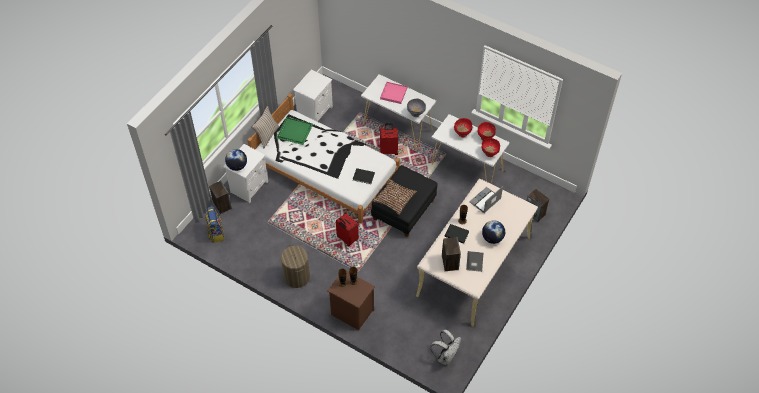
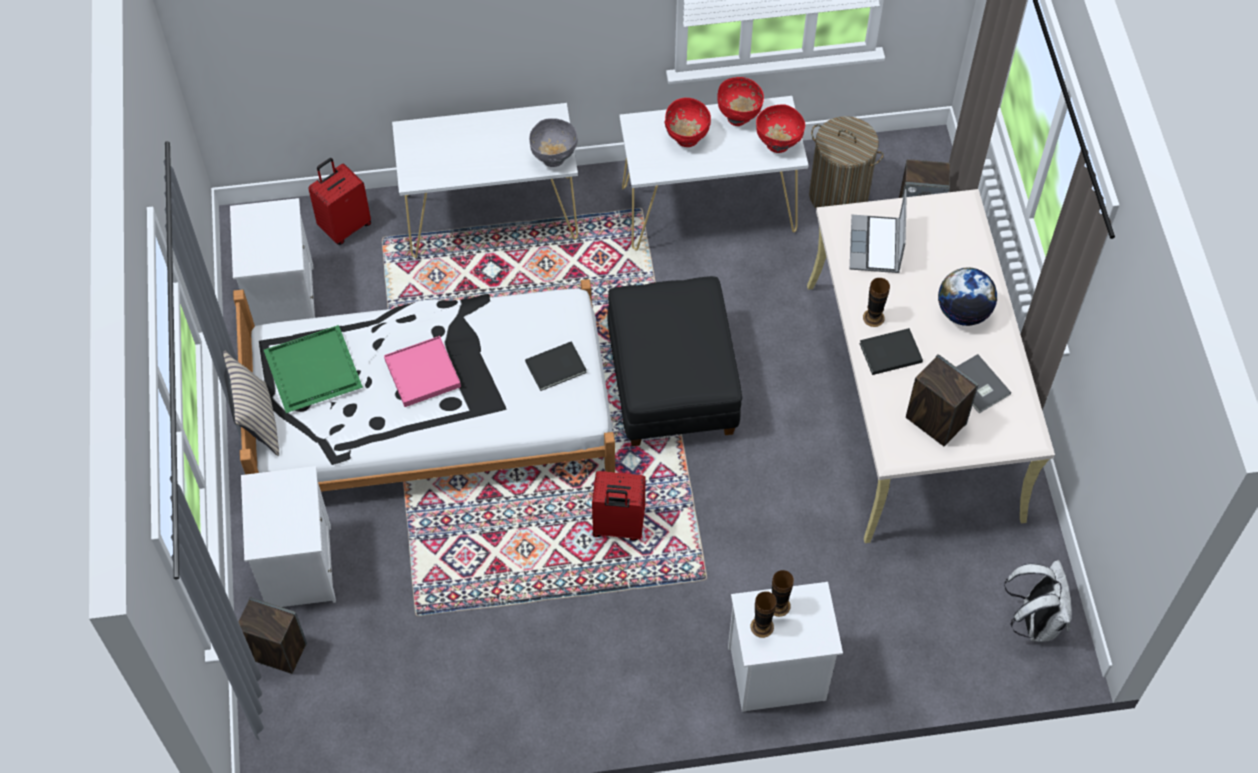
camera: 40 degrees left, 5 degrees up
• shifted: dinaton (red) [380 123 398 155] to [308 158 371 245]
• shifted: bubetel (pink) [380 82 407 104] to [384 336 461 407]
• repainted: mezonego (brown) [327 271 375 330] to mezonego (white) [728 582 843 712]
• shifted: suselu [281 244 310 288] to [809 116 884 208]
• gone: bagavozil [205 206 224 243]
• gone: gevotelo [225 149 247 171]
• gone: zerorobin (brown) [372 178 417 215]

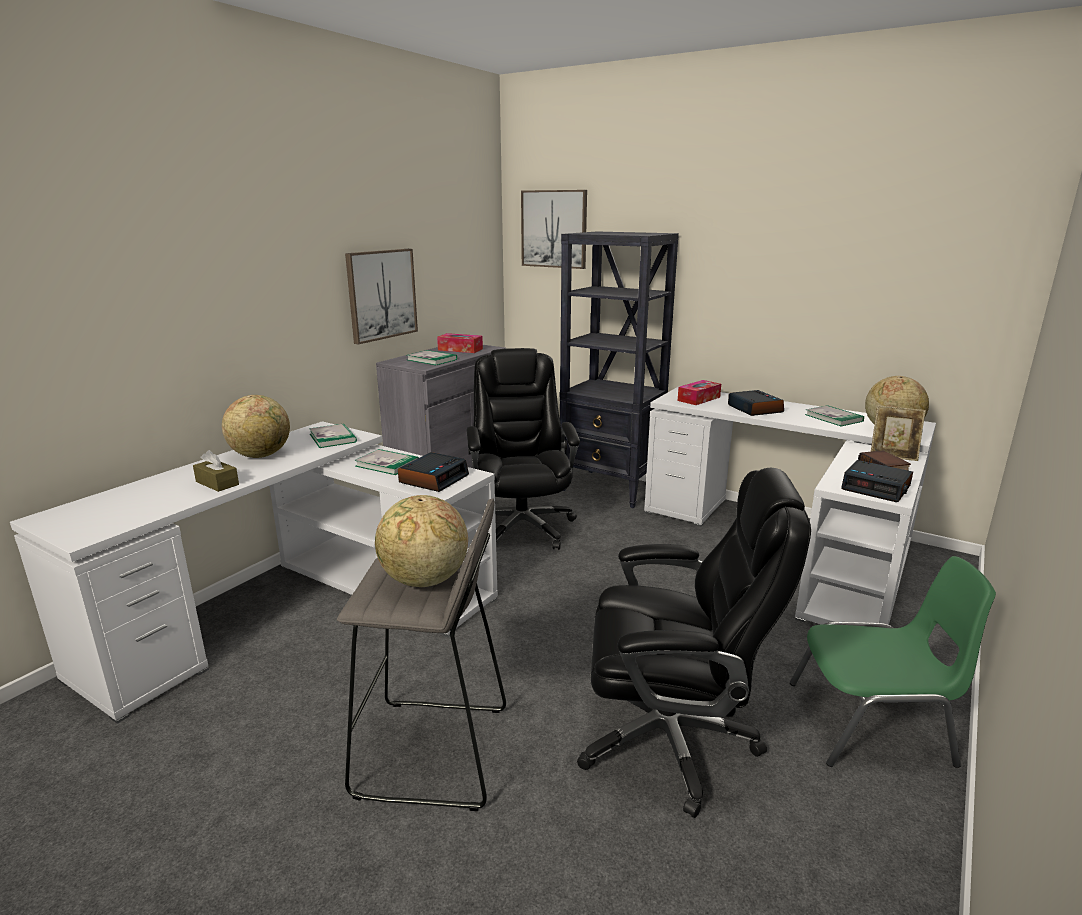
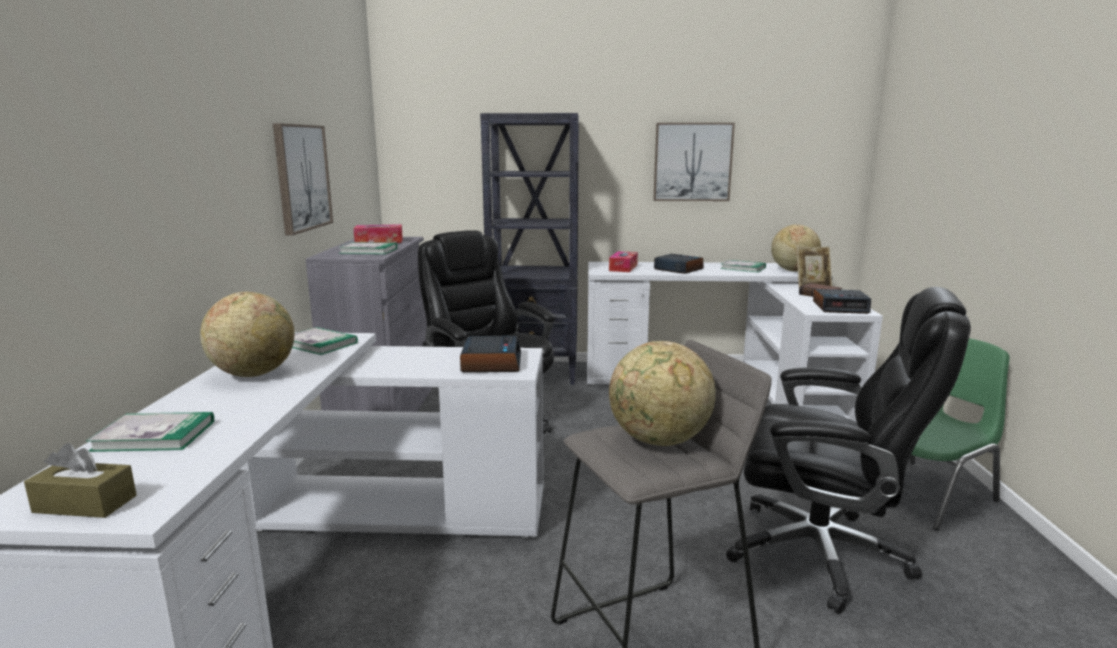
camera: 30 degrees left, 5 degrees down
• shifted: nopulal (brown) [193 450 239 492] to [24 443 137 518]
• shifted: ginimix [354 449 419 475] to [86 412 214 452]
• shifted: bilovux [521 190 587 269] to [653 123 735 201]
• rotated: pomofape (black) [577 468 811 818] = [726 287 971 614] 45 degrees clockwise

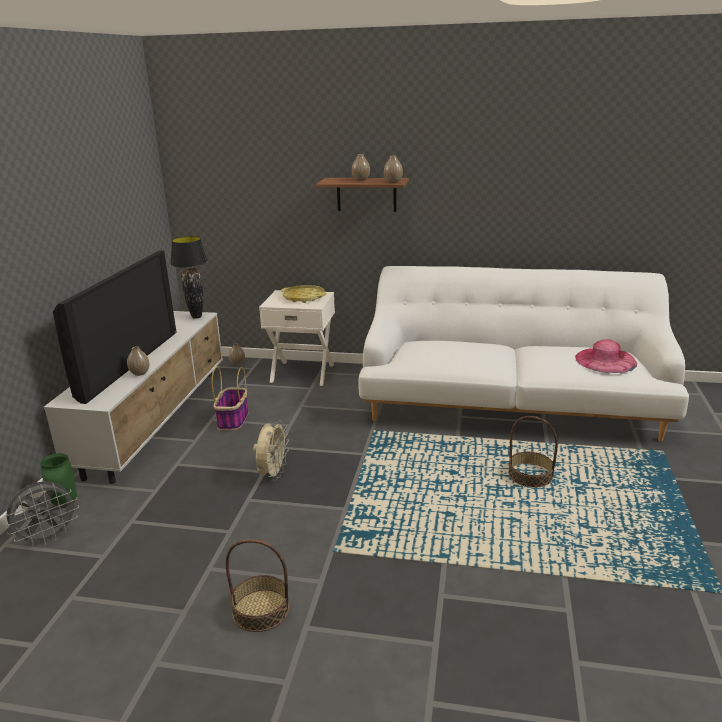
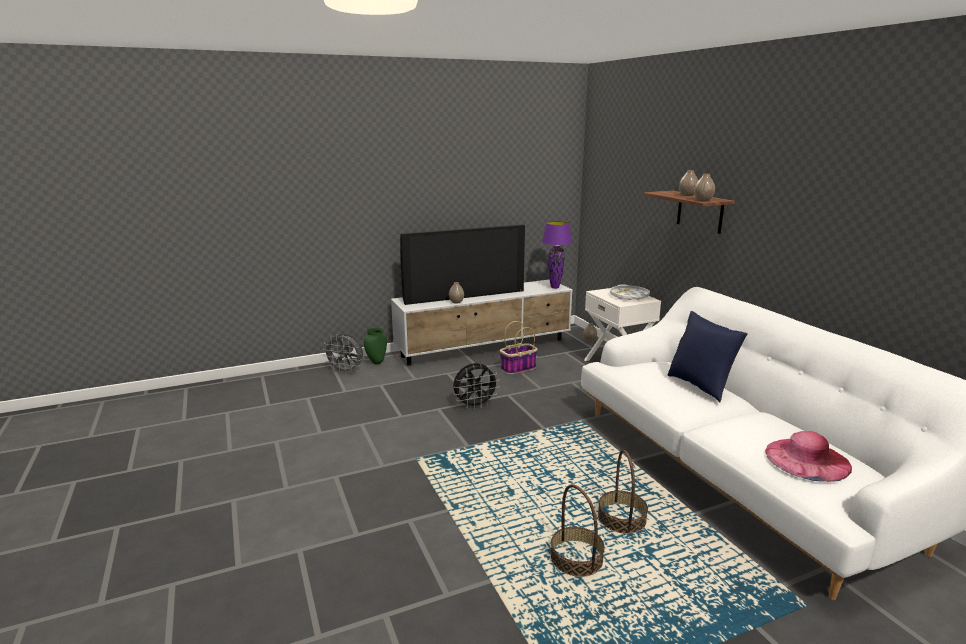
camera: 55 degrees right, 5 degrees down
• repainted: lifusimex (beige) [253 421 289 481] to lifusimex (black) [453 363 499 409]
• repainted: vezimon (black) [170 236 208 319] to vezimon (purple) [542 221 572 289]
• shifted: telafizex [226 539 289 632] to [551 484 605 577]
• repainted: bubetel (yellow) [281 285 327 303] to bubetel (white) [610 284 650 300]
• new: zerorobin (blue) [668 311 748 402]

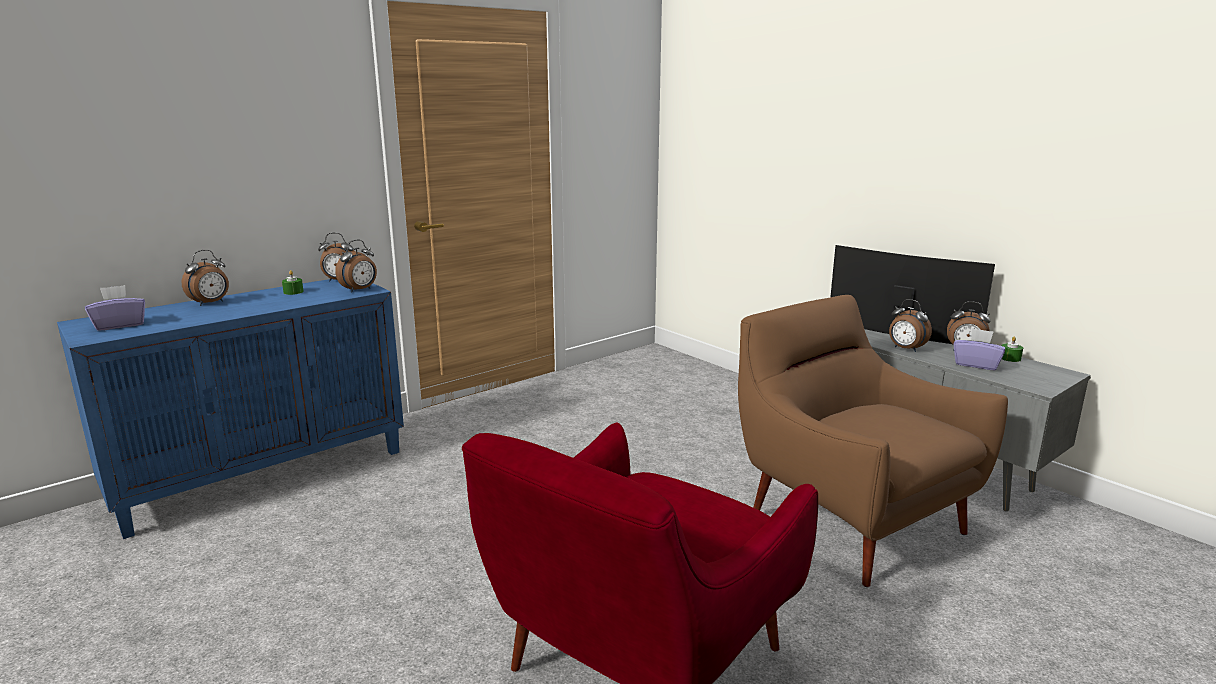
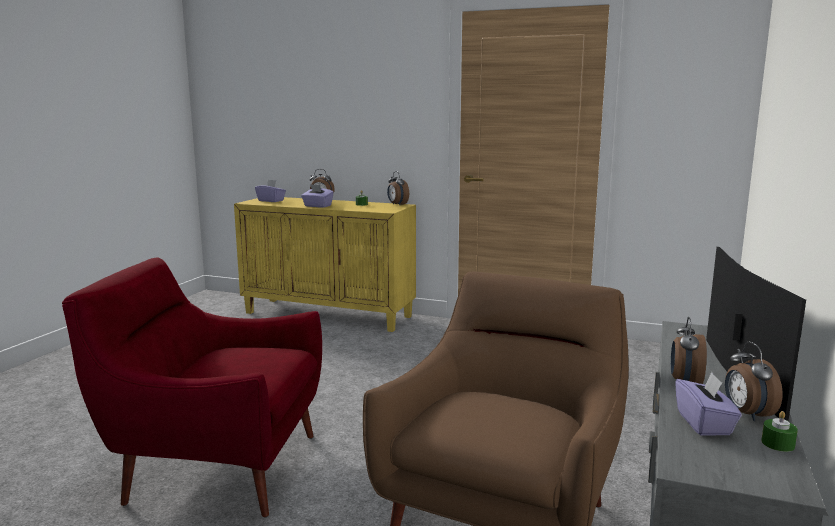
camera: 60 degrees right, 5 degrees down
• repainted: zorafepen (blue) [57 279 404 539] to zorafepen (yellow) [234 197 416 332]
• new: nopulal (purple) [301 184 334 208]
• gone: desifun [335 240 377 292]

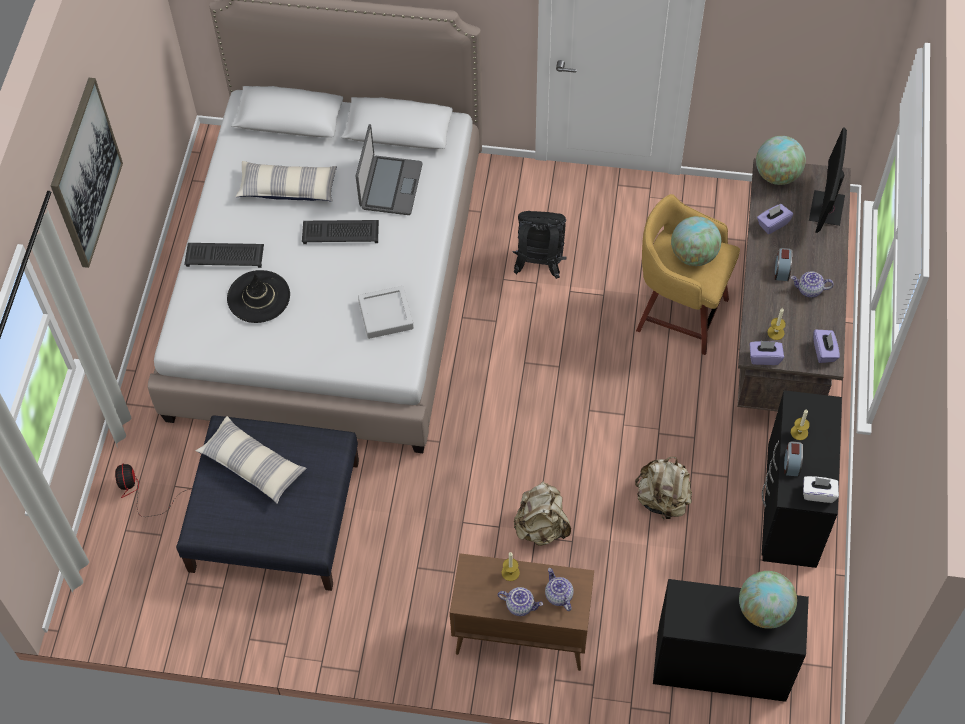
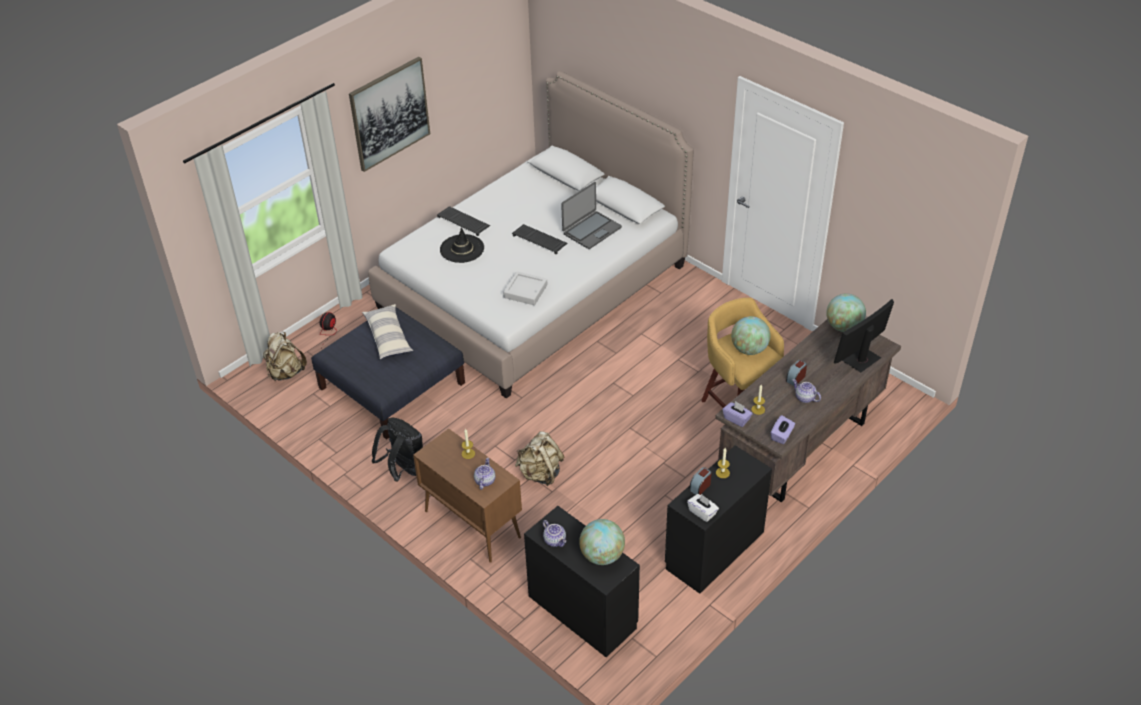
camera: 35 degrees right, 15 degrees down
• shifted: bagavozil (beige) [635 457 692 519] to [263 332 307 381]
• shifted: bagavozil (black) [512 211 566 279] to [372 417 423 481]
• shifted: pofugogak [498 587 543 616] to [543 520 566 547]
• gone: zerorobin [235 161 337 202]
• gone: nopulal (purple) [757 204 793 234]

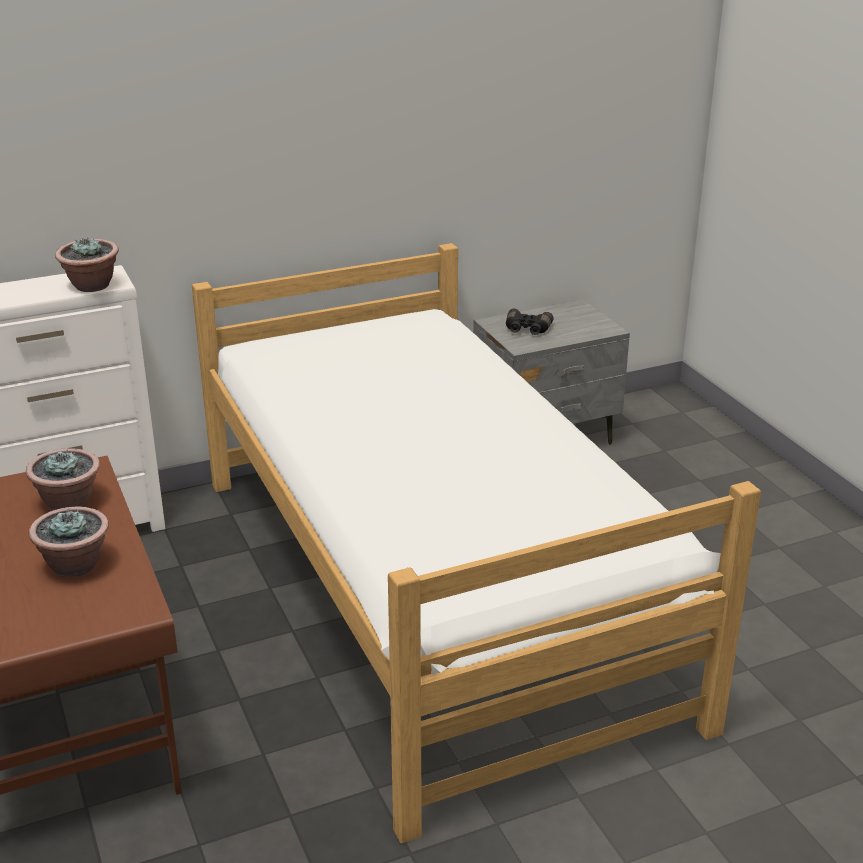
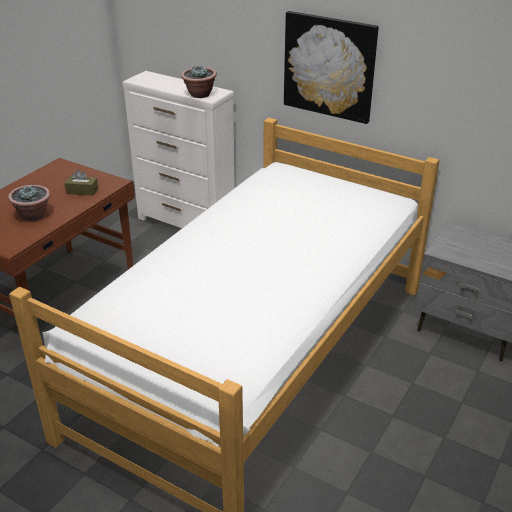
camera: 55 degrees right, 5 degrees up
• swapped: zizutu [26 448 100 510] to nopulal (brown) [65 170 98 196]
• new: bilovux [284 11 379 124]
• gone: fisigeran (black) [506 309 554 335]

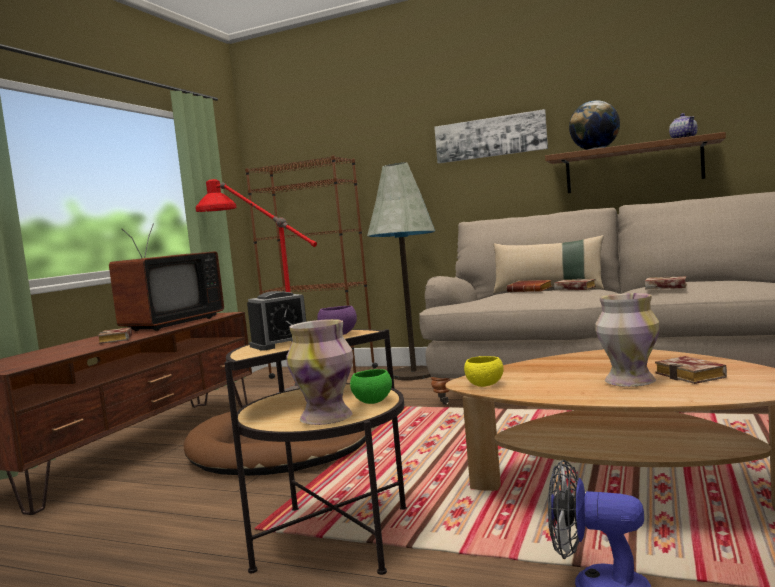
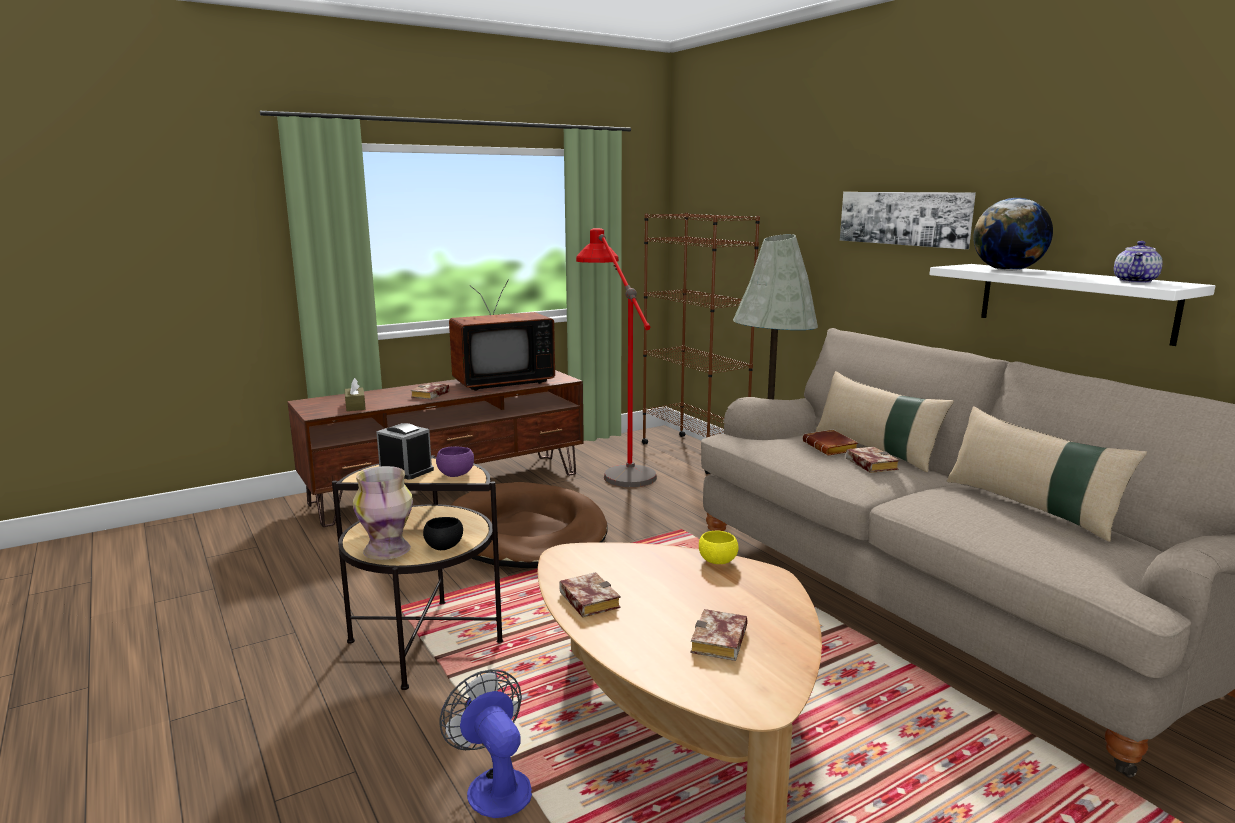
camera: 35 degrees right, 10 degrees up
• new: nopulal (brown) [345 378 366 411]
• rotated: desifun [247 291 306 351] = [376 423 434 479] 150 degrees counterclockwise
• repainted: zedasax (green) [350 369 392 404] to zedasax (black) [423 517 463 550]
• shifted: ginimix [645 276 687 289] to [559 572 620 618]
• shifted: zedasax (yellow) [464 356 504 387] to [699 530 739 564]
• repainted: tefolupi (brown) [545 132 726 193] to tefolupi (white) [929 264 1215 346]
• new: zerorobin (beige) [947 406 1147 542]
• gone: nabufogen [595 293 660 387]

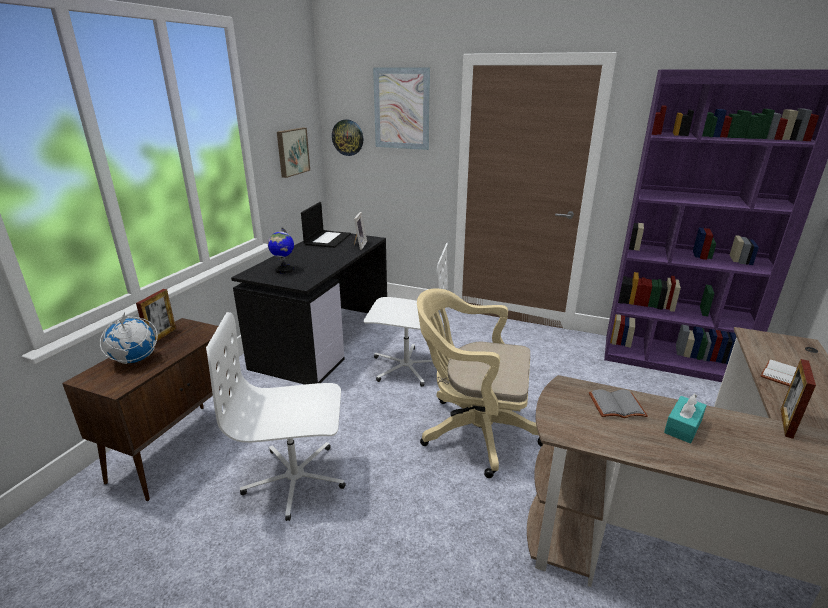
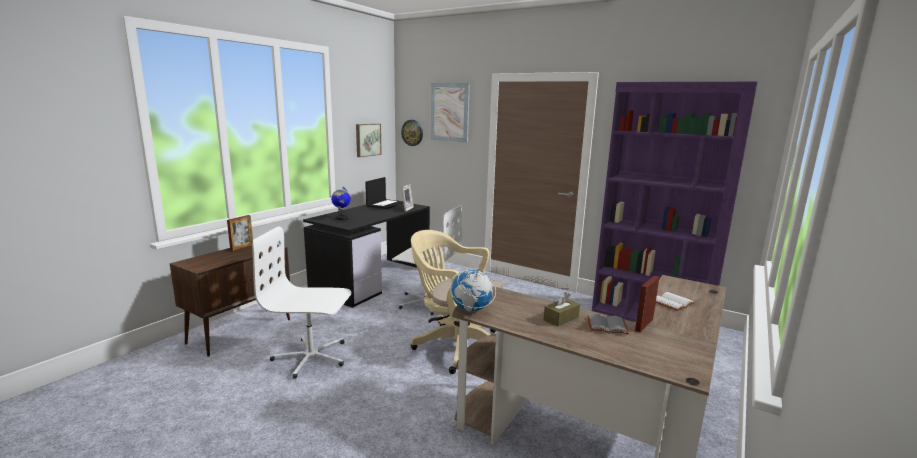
camera: 10 degrees right, 10 degrees down
• shifted: gevotelo [100 312 158 364] to [450 263 496 311]
• repainted: nopulal (turquoise) [664 394 707 444] to nopulal (brown) [544 292 580 327]
• shifted: ginimix (grey) [589 389 648 418] to [587 314 629 335]

